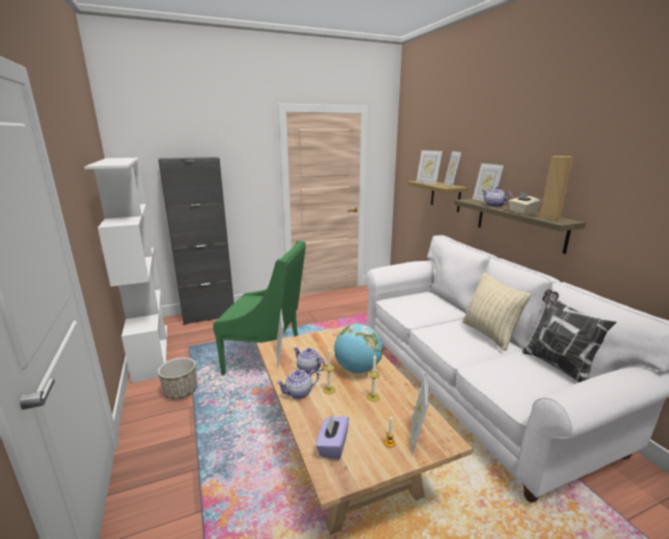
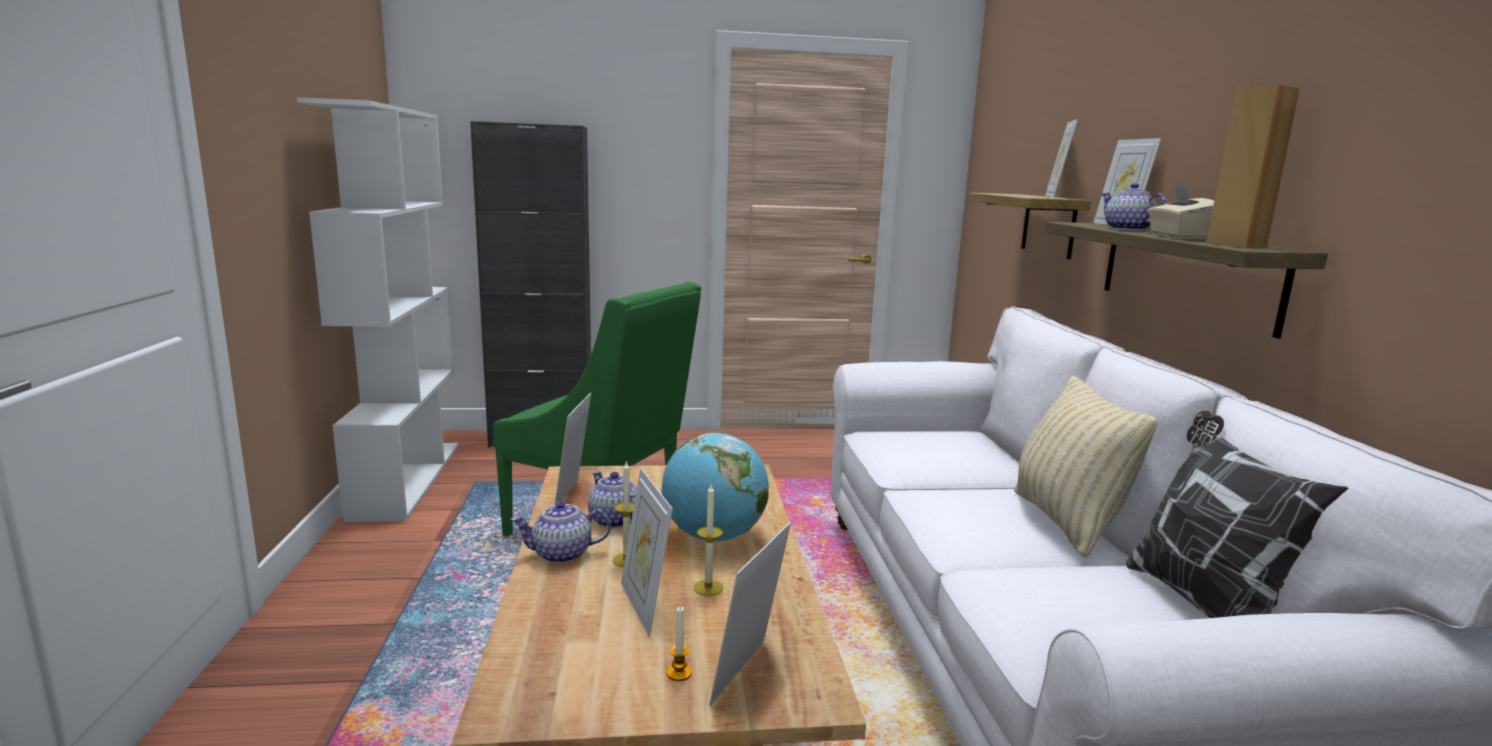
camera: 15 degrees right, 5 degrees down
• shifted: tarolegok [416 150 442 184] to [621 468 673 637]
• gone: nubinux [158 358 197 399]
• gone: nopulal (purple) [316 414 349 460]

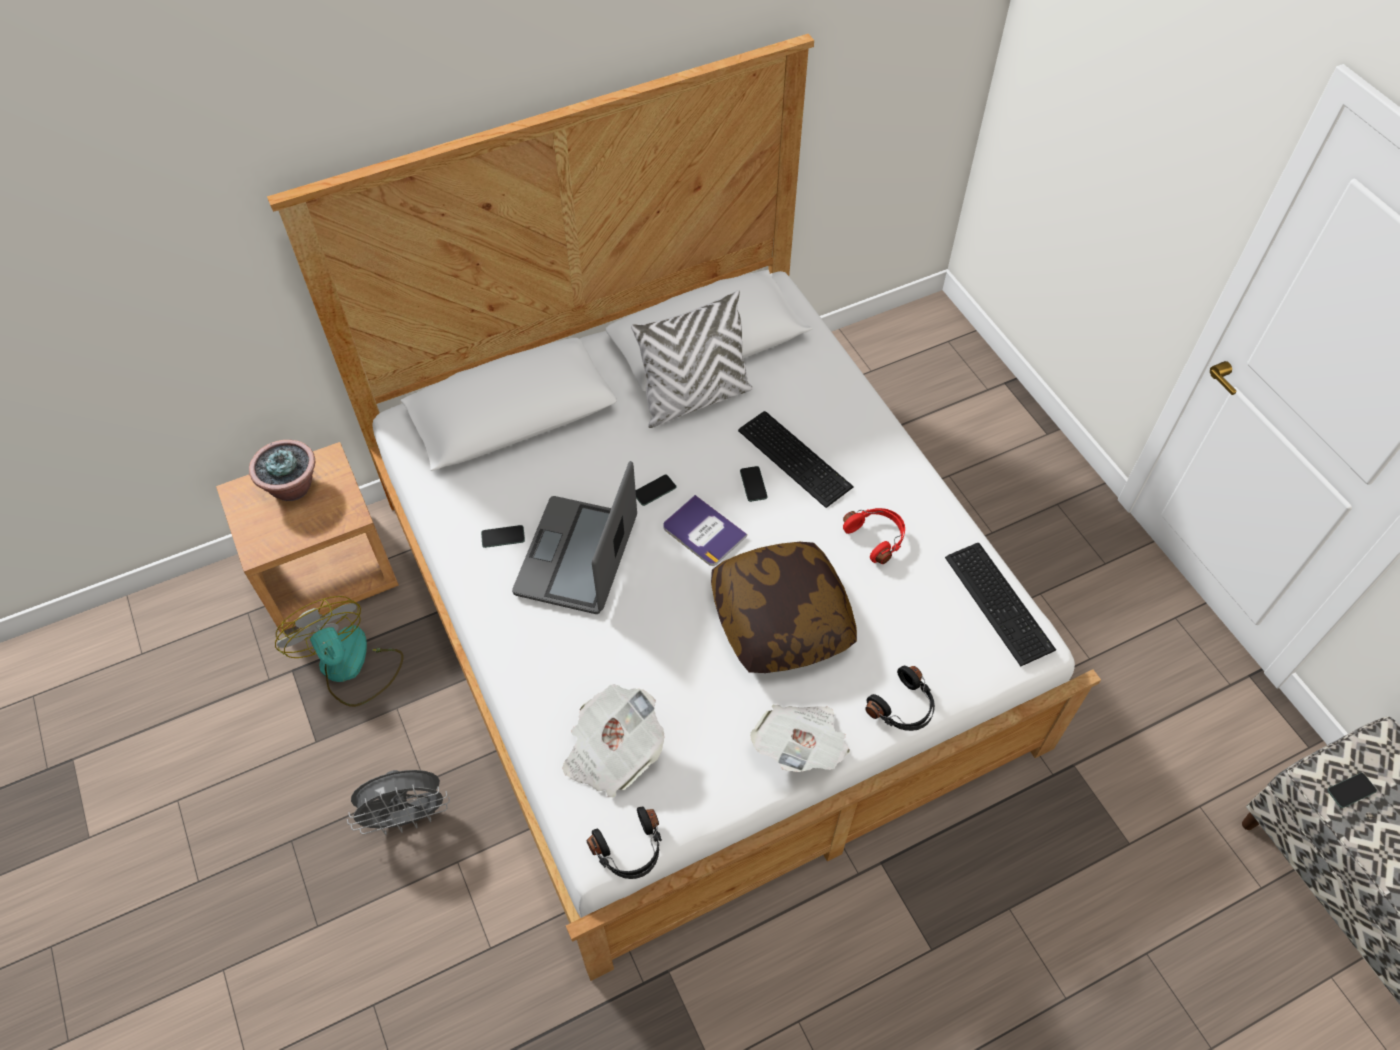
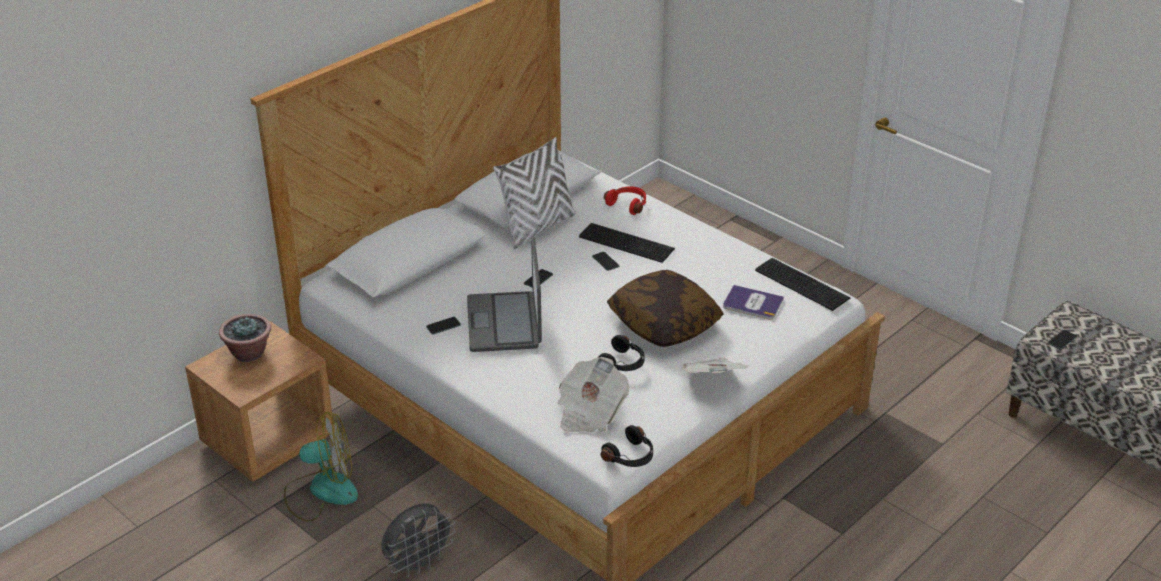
camera: 20 degrees left, 20 degrees down
• rotated: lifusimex [275 596 404 707] = [284 412 358 522] 135 degrees clockwise
• shifted: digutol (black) [865 666 935 731] to [598 335 645 371]
• shifted: digutol (red) [843 508 905 564] to [604 186 646 215]
• shifted: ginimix [663 495 747 566] to [723 285 784 320]

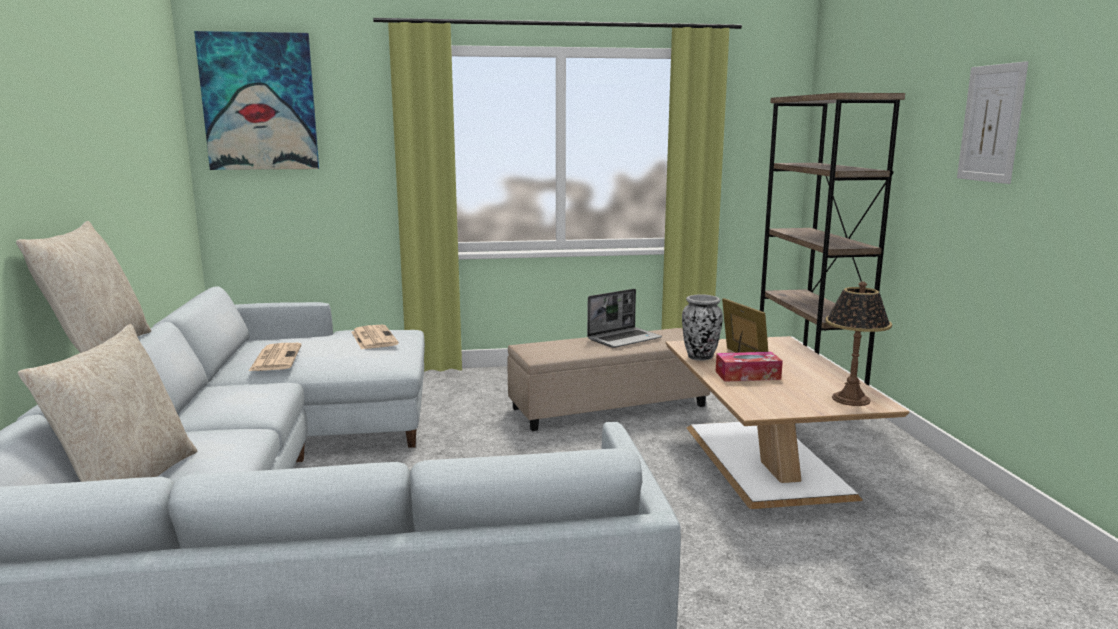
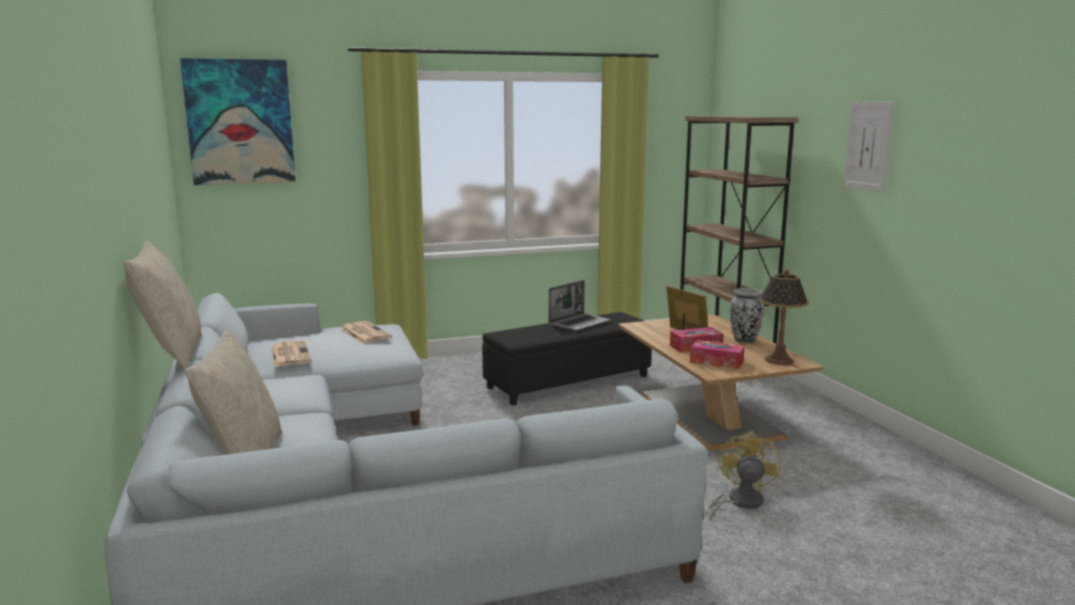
camera: 10 degrees left, 0 degrees up
• repainted: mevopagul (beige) [507 328 710 431] to mevopagul (black) [482 312 651 406]
• new: nopulal [690 340 745 369]
• new: lifusimex (yellow) [708 431 781 521]
• shifted: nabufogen [682 295 723 361] to [730 288 764 343]

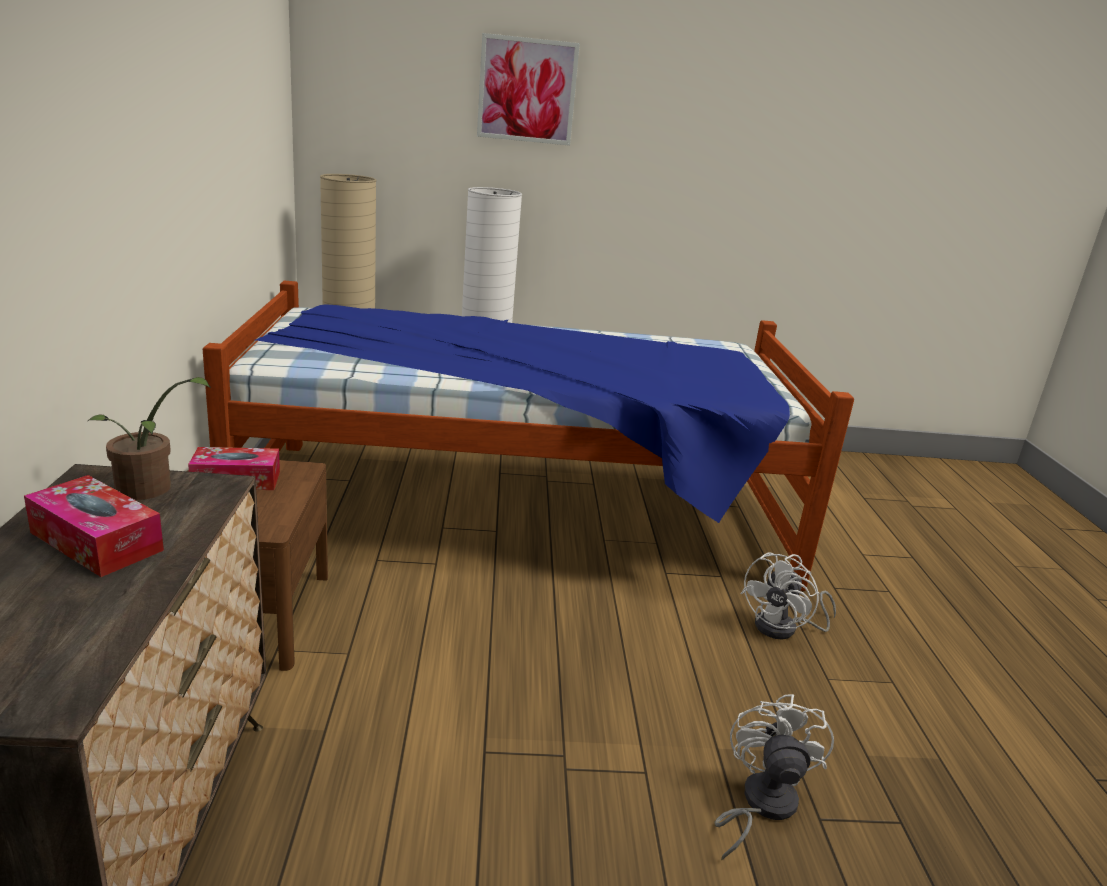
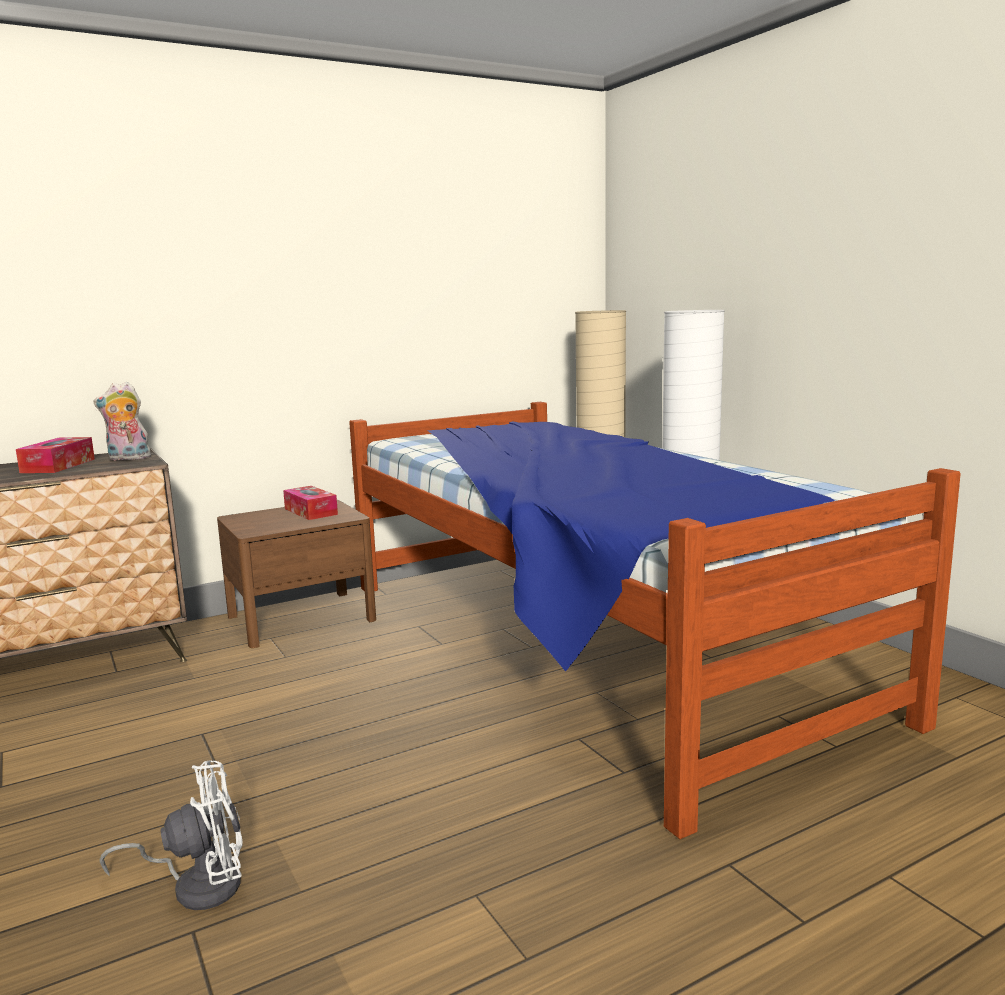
camera: 65 degrees right, 10 degrees down
• swapped: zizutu [88 377 211 500] to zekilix [94 382 151 461]
• gone: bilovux [477 33 580 146]
• gone: lifusimex (white) [740 552 836 640]

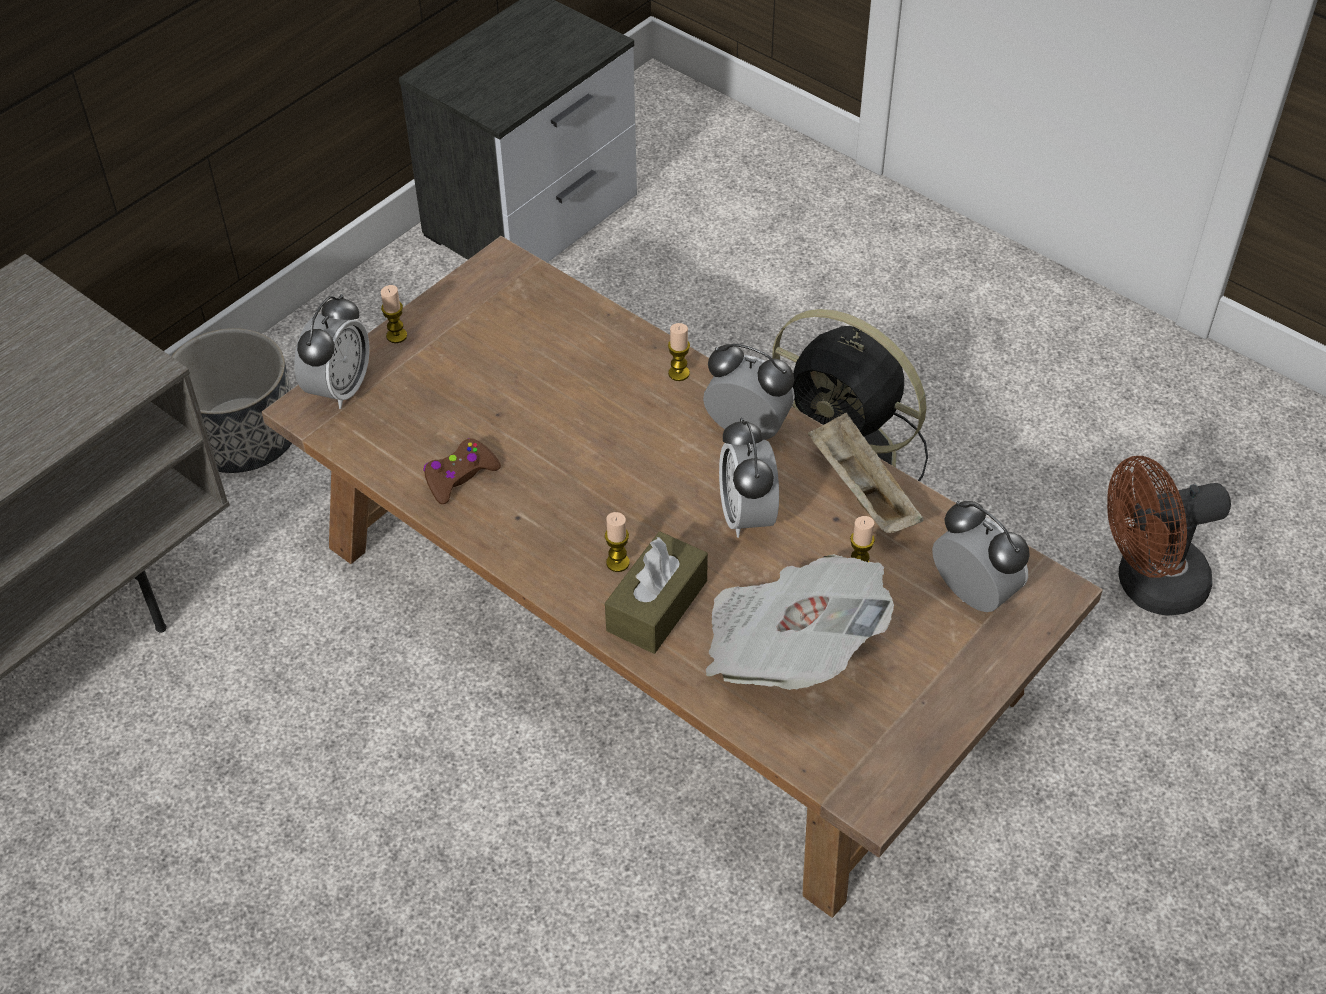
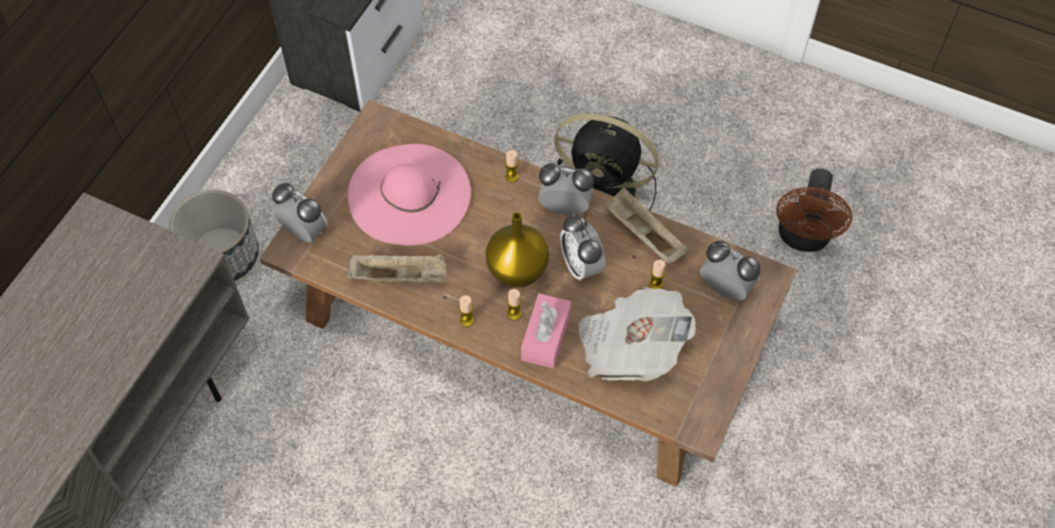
camera: 15 degrees left, 10 degrees up
• rotated: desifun [294 294 370 409] = [271 183 327 243] 60 degrees counterclockwise
• swapped: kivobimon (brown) [423 438 501 504] to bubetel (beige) [347 254 446 284]
• new: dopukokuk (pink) [348 144 471 245]
• shifted: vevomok [381 285 407 343] to [459 295 474 327]
• new: nabufogen (yellow) [486 212 549 288]
• repainted: nopulal (brown) [605 532 708 654] to nopulal (pink) [521 293 571 369]
• rotated: lifusimex (brown) [1107 456 1231 616] = [776 168 852 252] 45 degrees counterclockwise

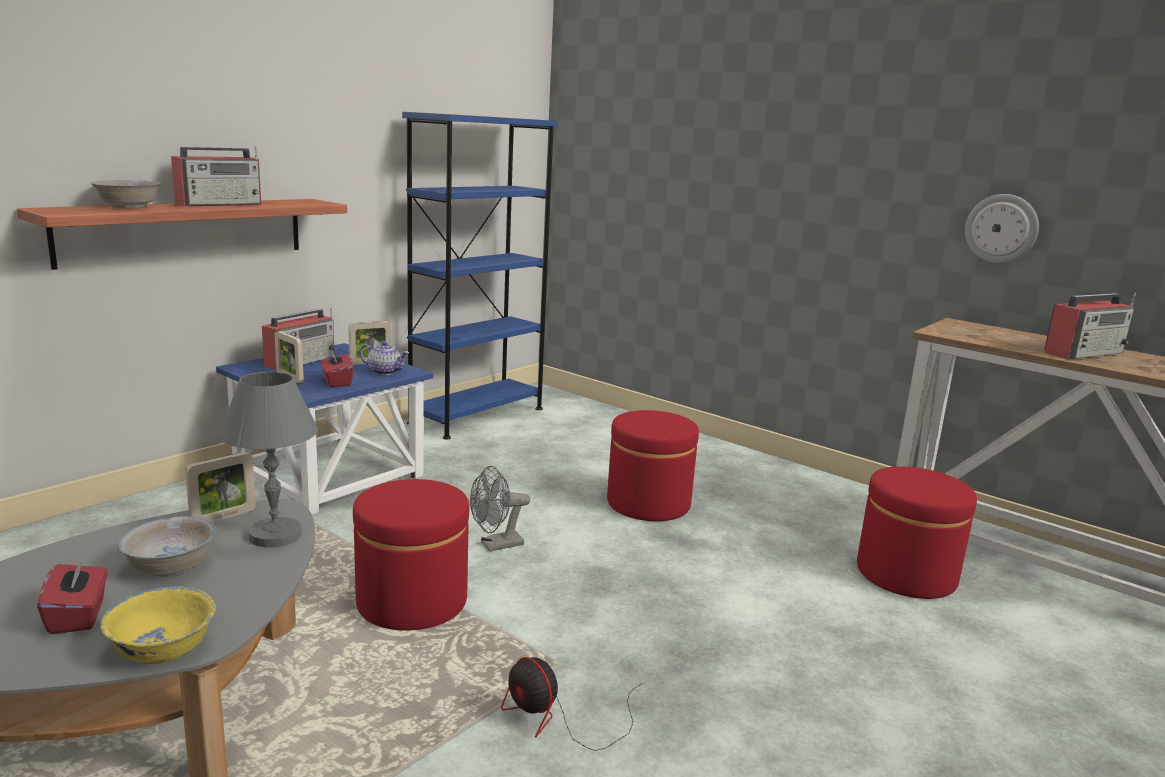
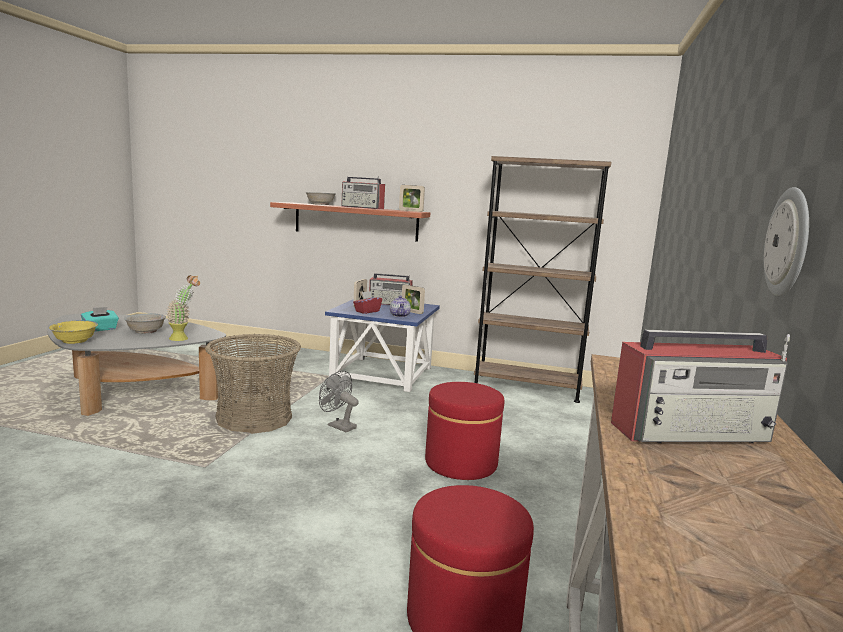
camera: 65 degrees right, 5 degrees down
• repainted: nopulal (red) [37 556 108 634] to nopulal (turquoise) [81 307 119 332]
• swapped: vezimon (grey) [219 372 318 547] to zizutu [167 275 200 341]
• swapped: mevopagul (red) [353 479 469 631] to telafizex [205 334 301 434]
• shifted: tarolegok [185 452 256 522] to [399 185 425 212]
• repainted: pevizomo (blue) [402 112 558 440] to pevizomo (brown) [474 156 611 403]
• rotated: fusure [1044 292 1136 359] = [611 330 790 443] 45 degrees counterclockwise
• gone: lifusimex [501 657 643 751]

